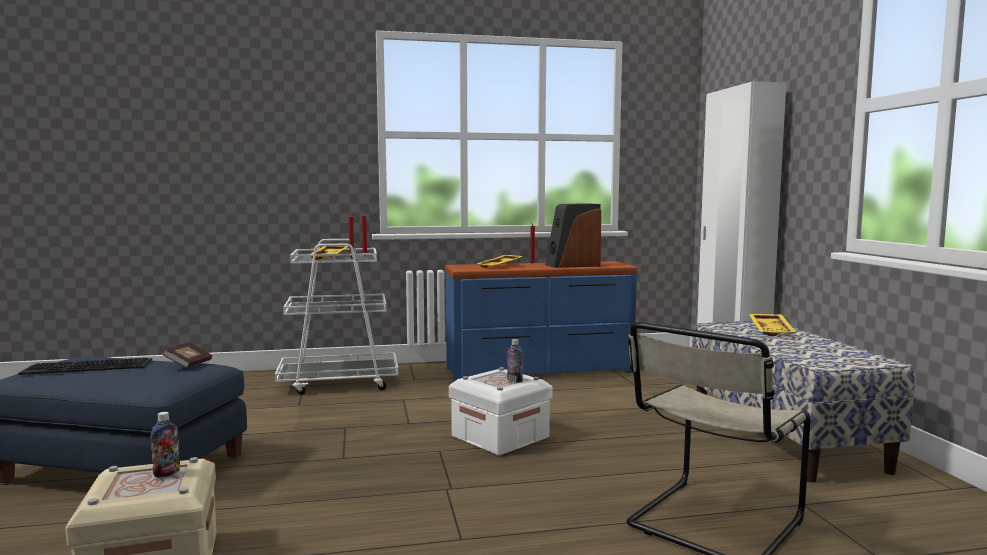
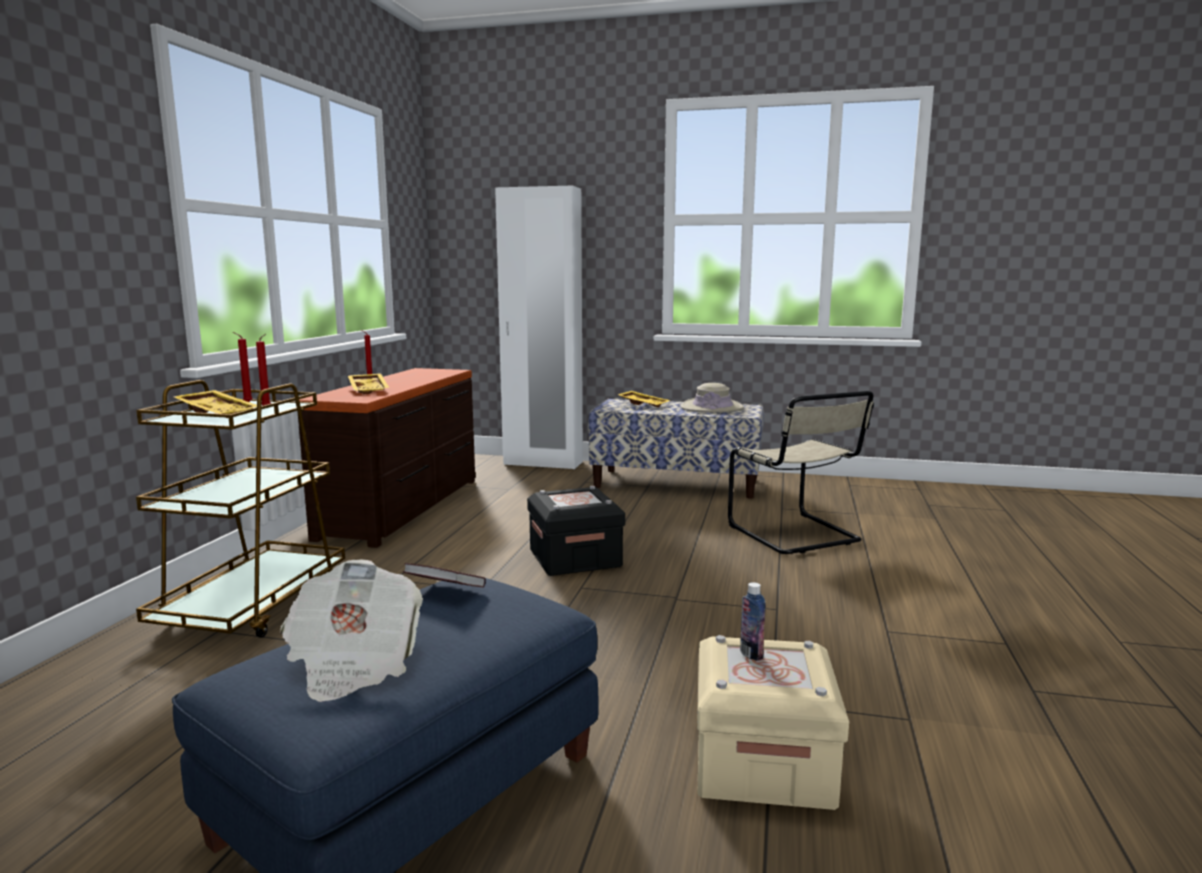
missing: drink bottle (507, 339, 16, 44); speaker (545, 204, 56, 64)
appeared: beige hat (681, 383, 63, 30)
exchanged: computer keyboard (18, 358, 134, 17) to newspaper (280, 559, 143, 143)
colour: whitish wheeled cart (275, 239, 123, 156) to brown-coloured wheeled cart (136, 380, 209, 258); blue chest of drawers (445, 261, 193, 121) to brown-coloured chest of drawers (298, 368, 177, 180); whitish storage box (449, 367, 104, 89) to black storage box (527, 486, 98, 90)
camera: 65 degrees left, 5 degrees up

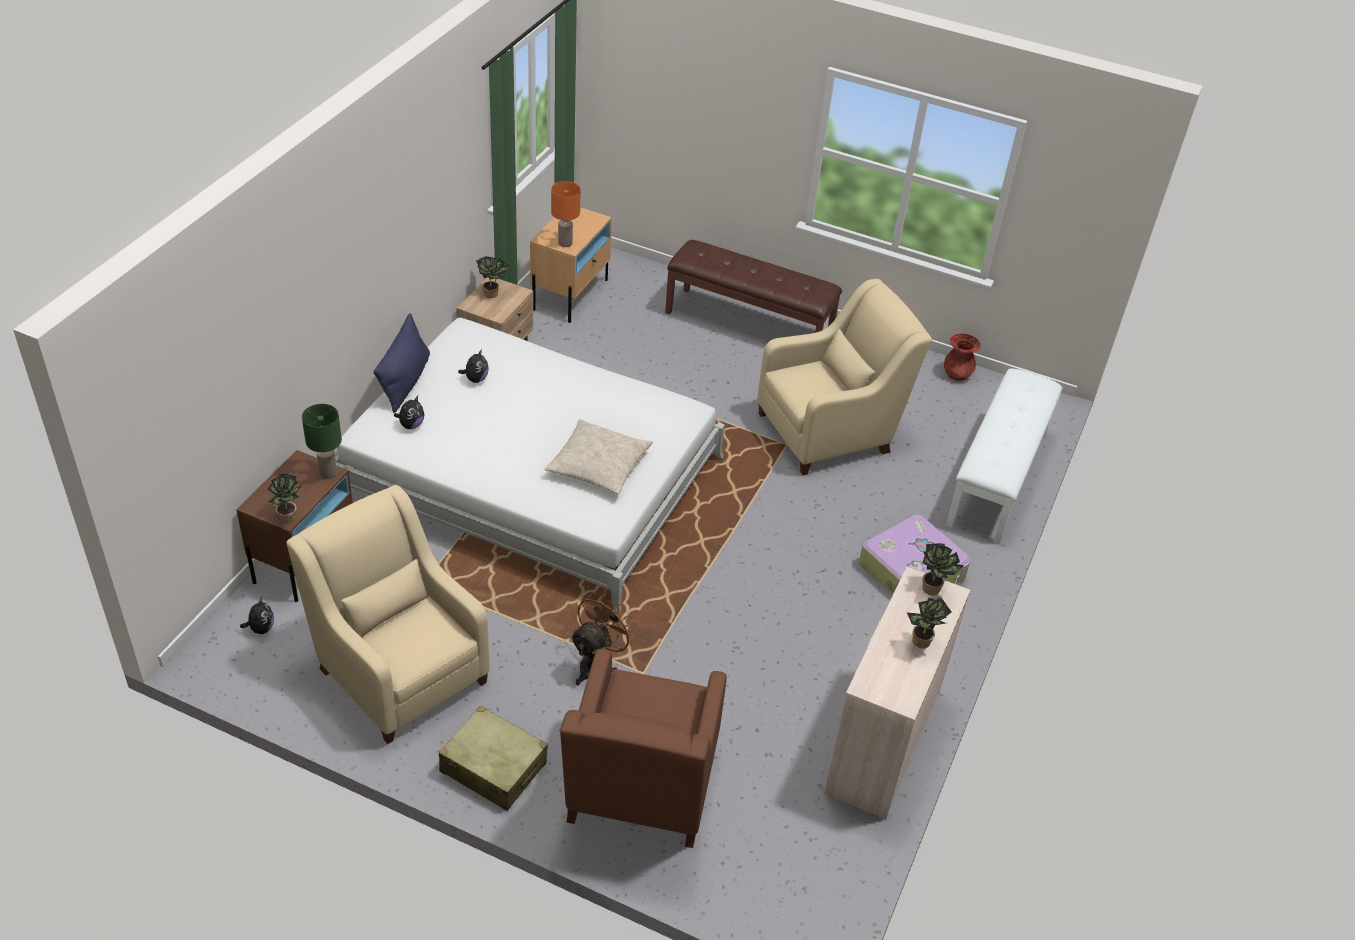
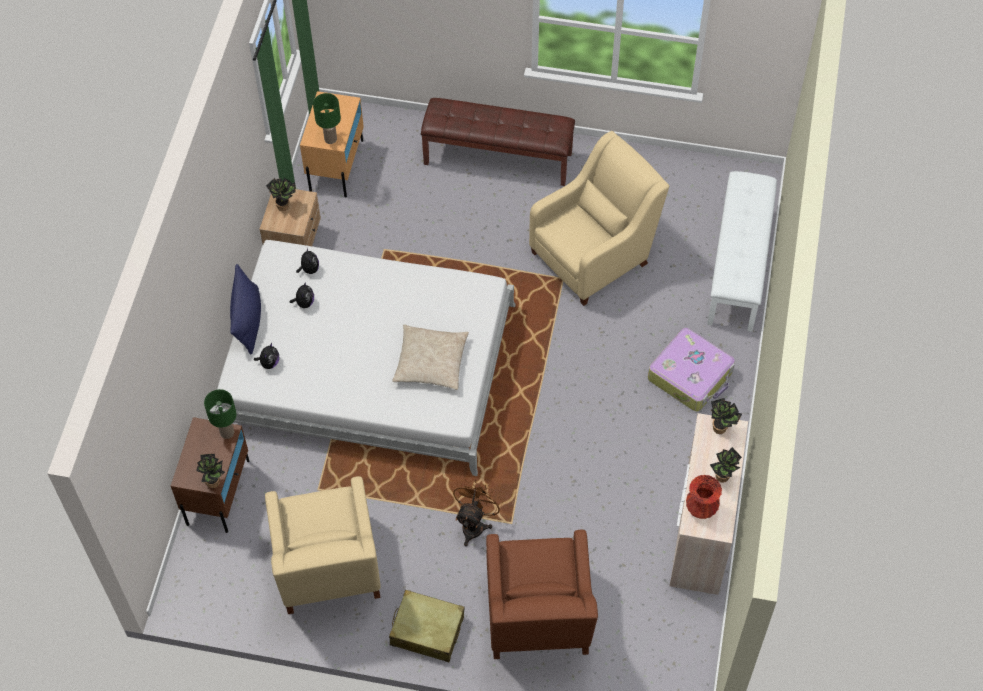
relocated: soft toy (240, 597, 34, 37) to (296, 247, 23, 27); reddish flower vase (944, 334, 37, 47) to (686, 475, 36, 44)
colour: orange lamp for a table (551, 181, 30, 66) to green lamp for a table (313, 93, 28, 51)
spun: beige lounge chair (287, 485, 203, 259) = (265, 476, 116, 138) 135 degrees counterclockwise
camera: 10 degrees left, 15 degrees up

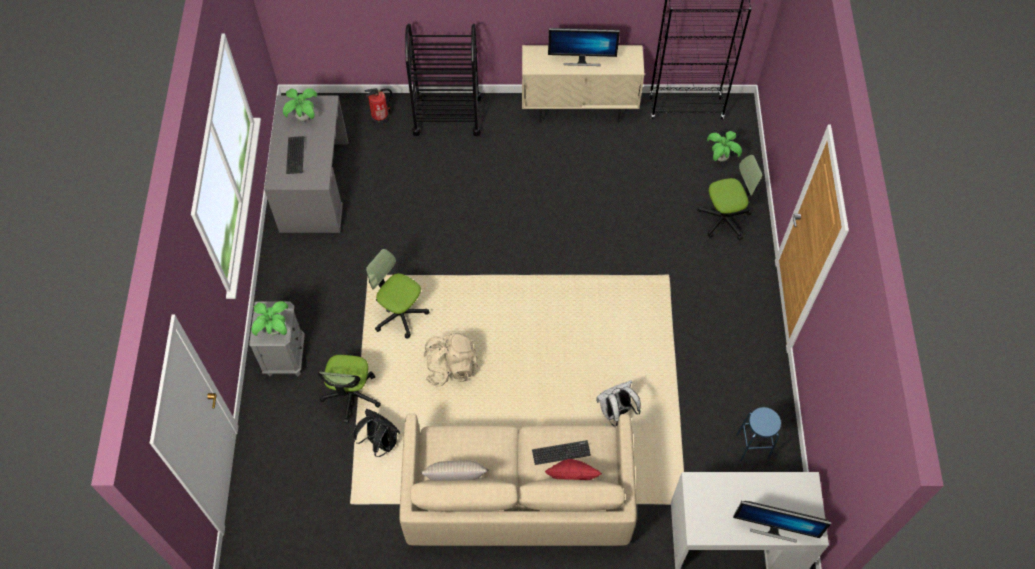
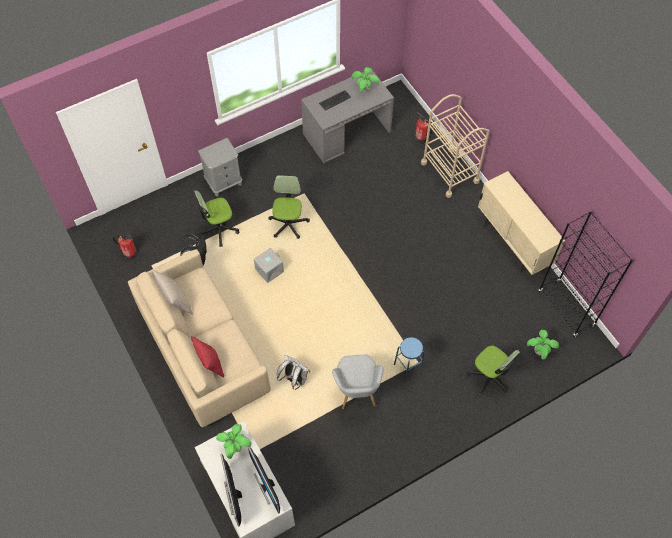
missing: computer keyboard (532, 440, 59, 25)
appeared: extinguisher (113, 234, 24, 26); grey lounge chair (332, 355, 52, 54)
relocated: houseplant (251, 301, 37, 35) to (216, 424, 36, 35); computer screen (548, 28, 72, 38) to (248, 446, 32, 68); blue stool seat (736, 407, 45, 54) to (394, 337, 31, 43)
exchanged: beige backpack (423, 333, 55, 54) to grey storage box (254, 248, 30, 35)
colour: black wheeled cart (405, 24, 76, 112) to beige wheeled cart (421, 94, 69, 104)
camera: 60 degrees right, 0 degrees up

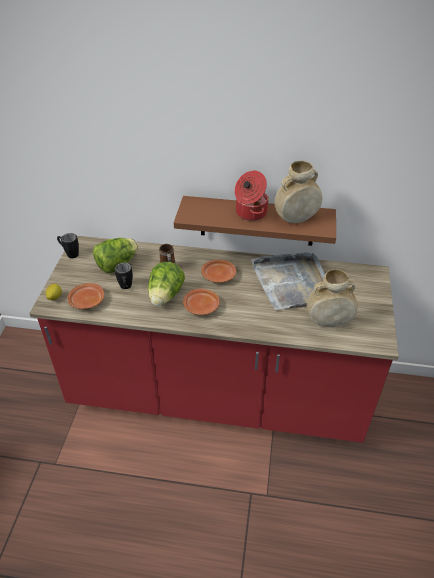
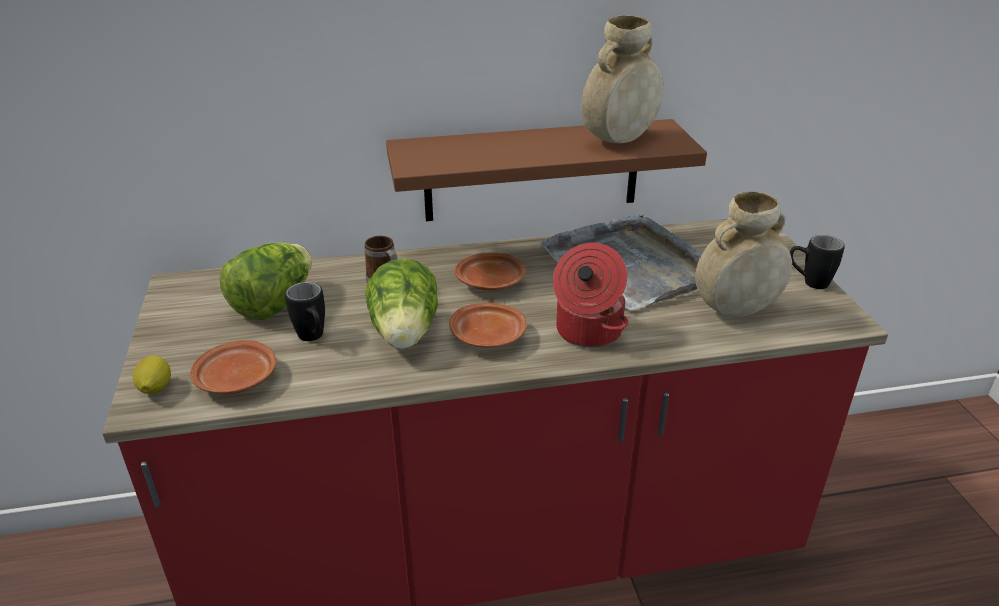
relocated: stockpot (235, 171, 34, 50) to (553, 243, 75, 105); black mug (57, 233, 22, 26) to (790, 235, 55, 54)
camera: 20 degrees left, 10 degrees down

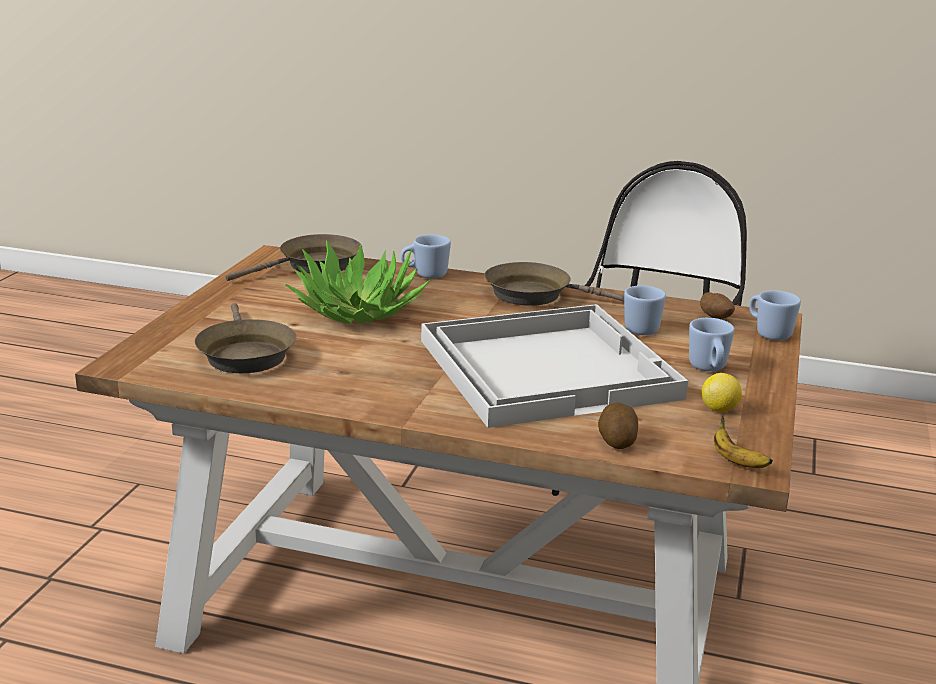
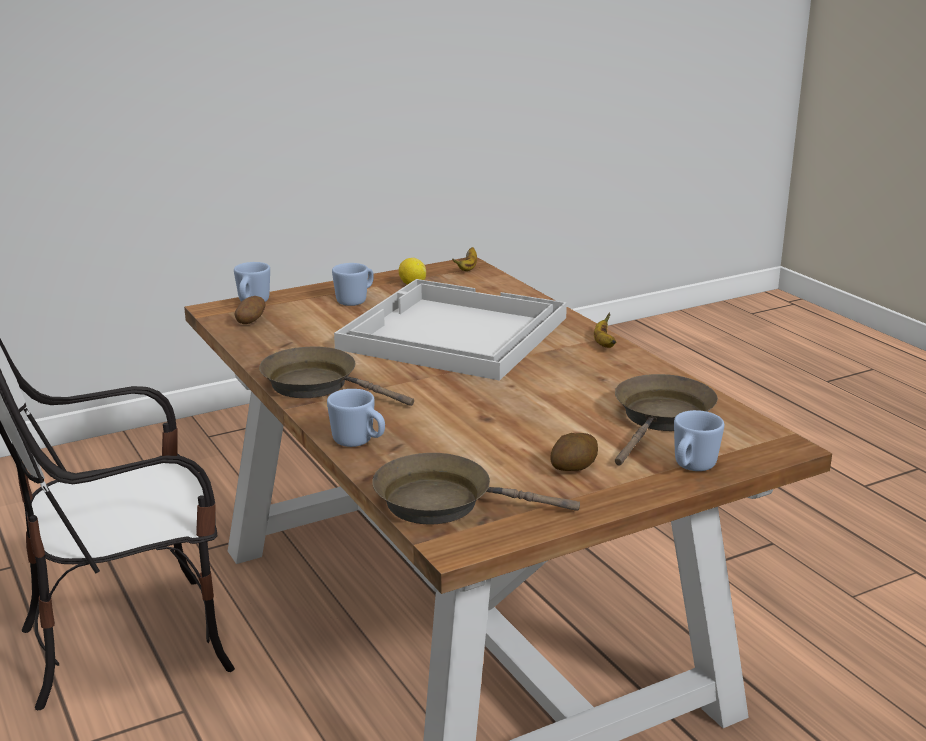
missing: houseplant (286, 241, 145, 83)
appeared: banana fruit (594, 313, 23, 35)
relocated: spud (598, 403, 40, 46) to (550, 433, 48, 38); blue mug (624, 285, 42, 50) to (674, 410, 50, 61)
spun: brown-coloured skillet (485, 262, 139, 44) = (259, 347, 155, 59) 150 degrees clockwise
camera: 135 degrees left, 0 degrees up

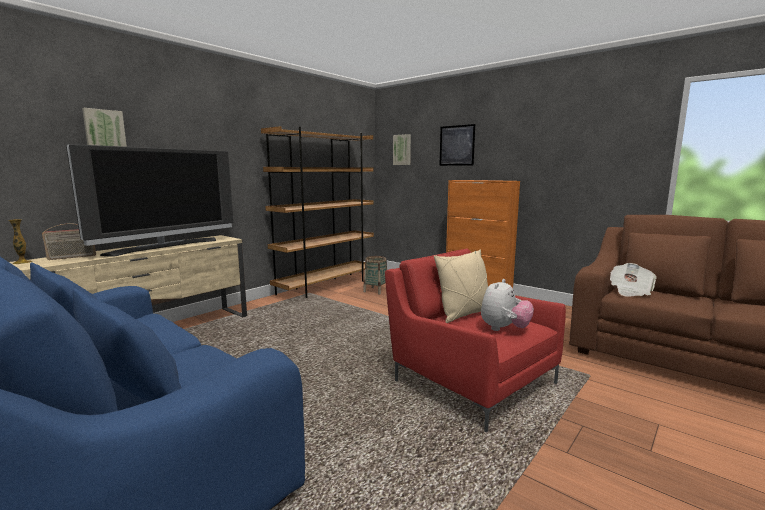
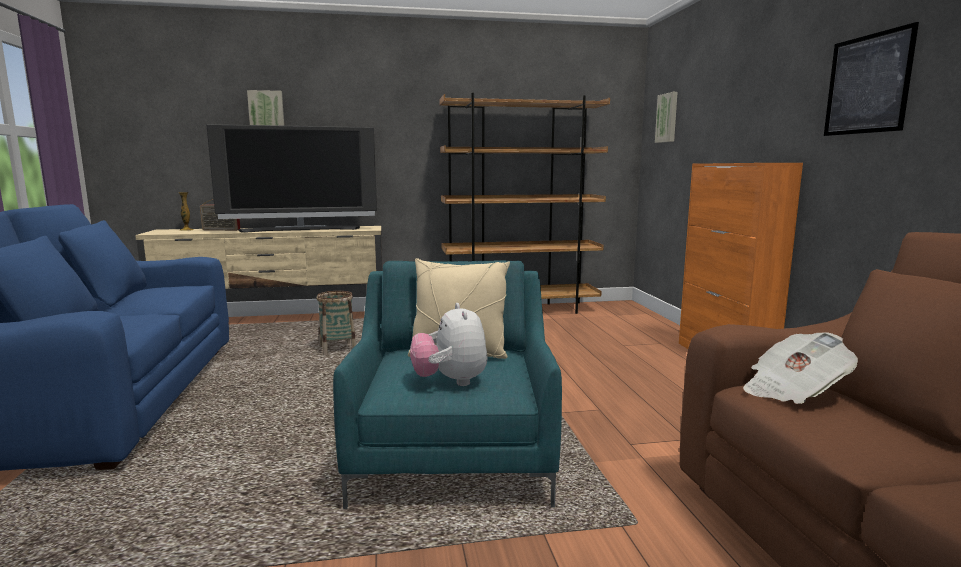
relocated: basket (363, 256, 24, 39) to (317, 291, 39, 64); wall picture (439, 124, 36, 42) to (824, 22, 95, 114)
colour: reddish lounge chair (385, 249, 181, 183) to turquoise lounge chair (333, 260, 229, 249)
spun: soft toy (481, 279, 53, 52) = (410, 303, 78, 83) 90 degrees clockwise
camera: 40 degrees right, 0 degrees up

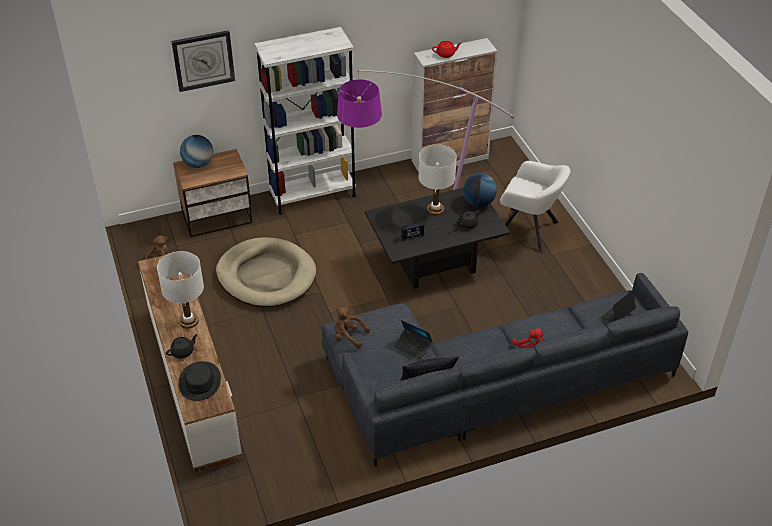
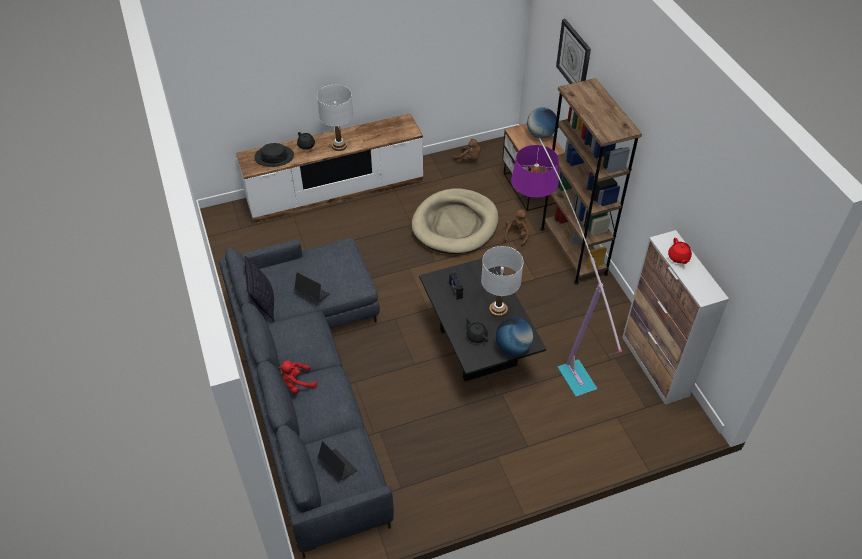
missing: whitish lounge chair (494, 161, 77, 92)
relocated: brown-coloured soft toy (335, 307, 35, 41) to (504, 209, 25, 38)
colour: whitish shelving unit (254, 27, 102, 188) to brown-coloured shelving unit (540, 78, 102, 206)
spun: laptop (394, 320, 39, 40) = (294, 272, 36, 30) 90 degrees clockwise
camera: 90 degrees right, 5 degrees up

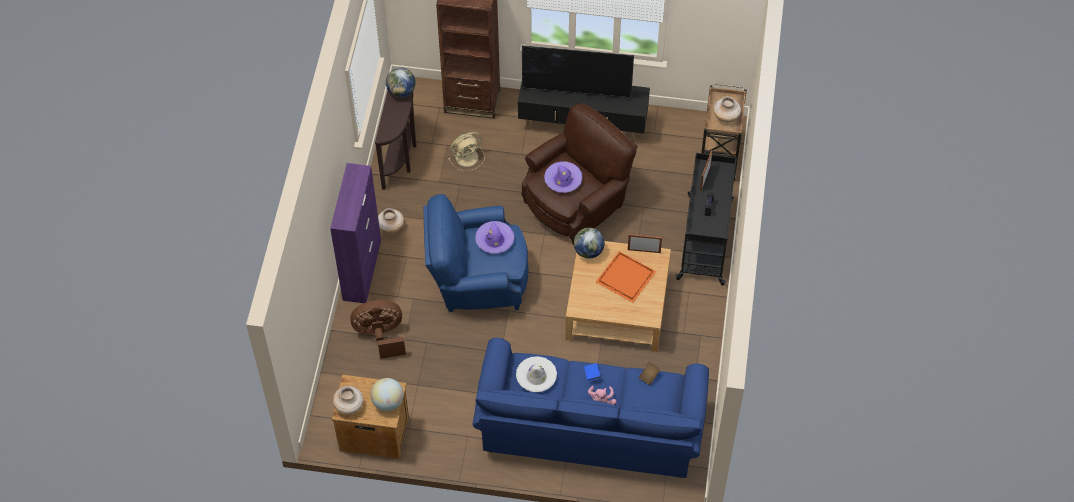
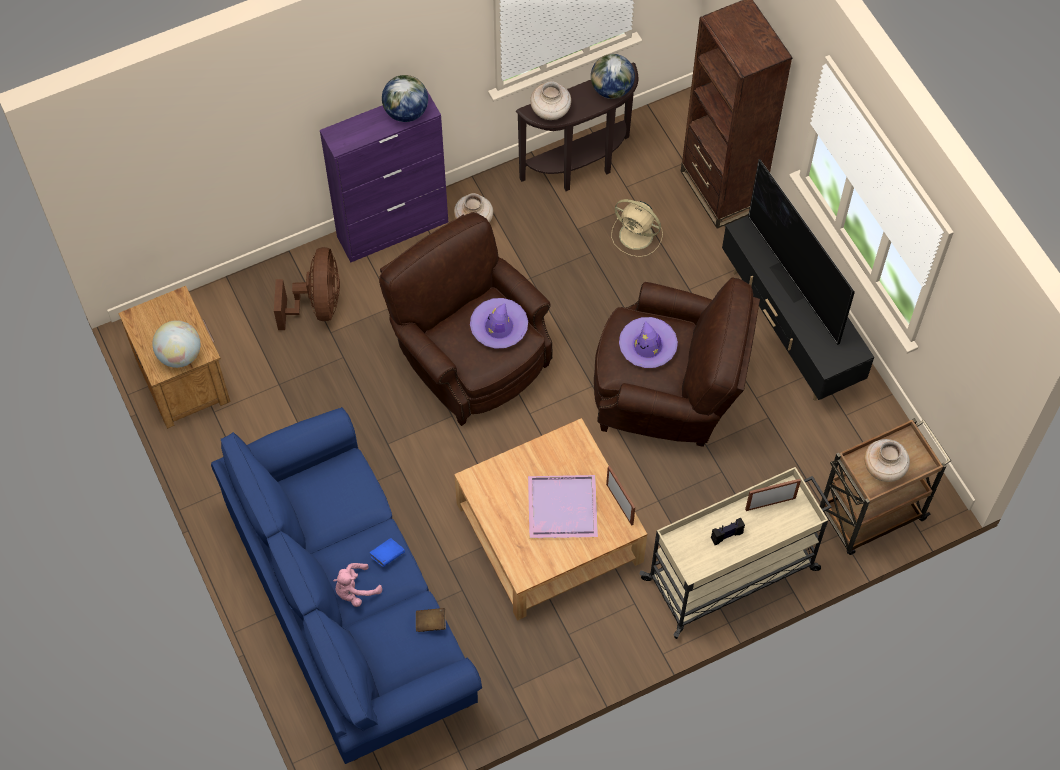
missing: whitish hat (516, 356, 41, 36)
relocated: world globe (574, 228, 31, 31) to (382, 75, 46, 47); beige flower vase (333, 386, 30, 29) to (530, 81, 41, 39)
colour: blue lounge chair (423, 194, 105, 118) to brown-coloured lounge chair (379, 212, 174, 214); orange tray (596, 251, 60, 52) to purple-coloured tray (528, 475, 70, 63); black wheeled cart (675, 150, 62, 136) to beige wheeled cart (639, 467, 193, 172)
spun: brown-coloured cooling fan (350, 300, 56, 59) = (274, 247, 66, 83) 45 degrees clockwise
camera: 55 degrees right, 5 degrees up

